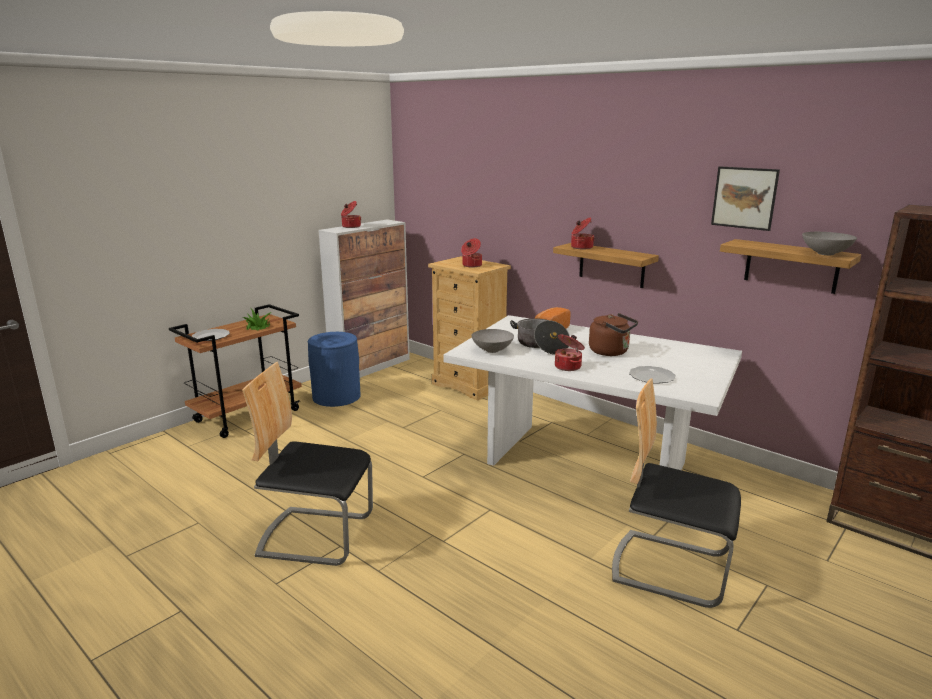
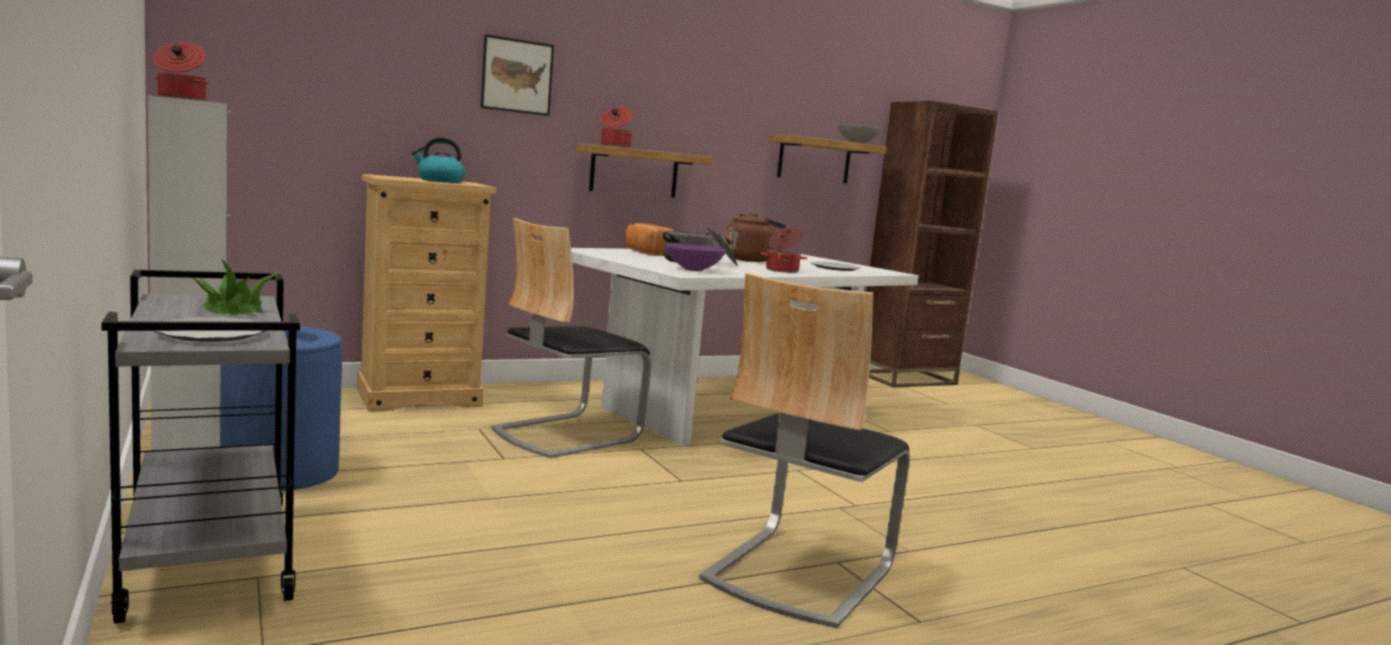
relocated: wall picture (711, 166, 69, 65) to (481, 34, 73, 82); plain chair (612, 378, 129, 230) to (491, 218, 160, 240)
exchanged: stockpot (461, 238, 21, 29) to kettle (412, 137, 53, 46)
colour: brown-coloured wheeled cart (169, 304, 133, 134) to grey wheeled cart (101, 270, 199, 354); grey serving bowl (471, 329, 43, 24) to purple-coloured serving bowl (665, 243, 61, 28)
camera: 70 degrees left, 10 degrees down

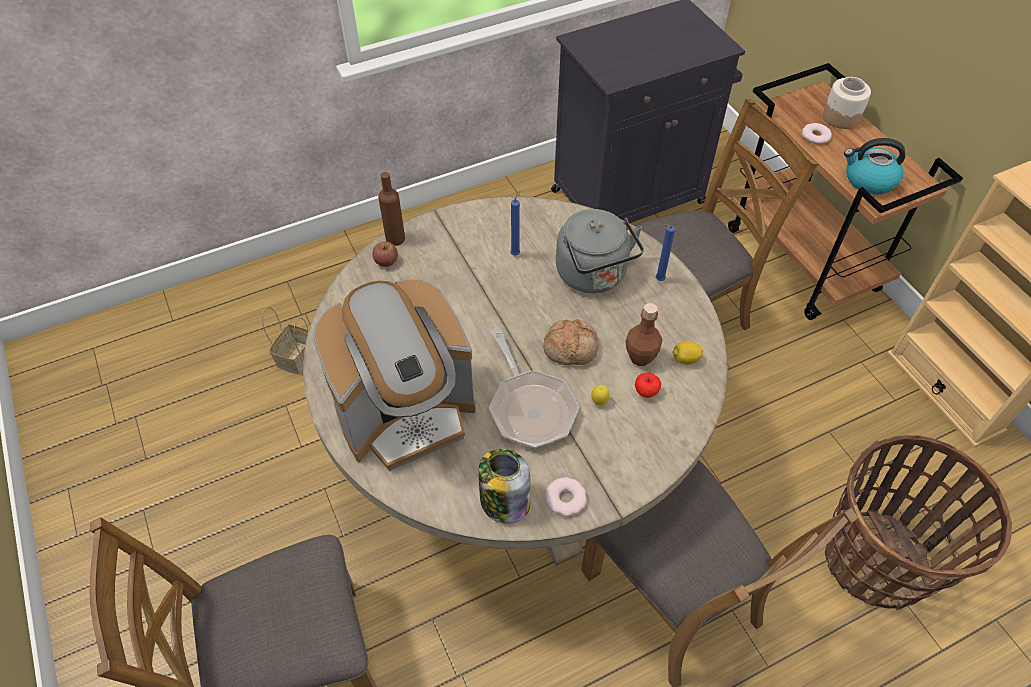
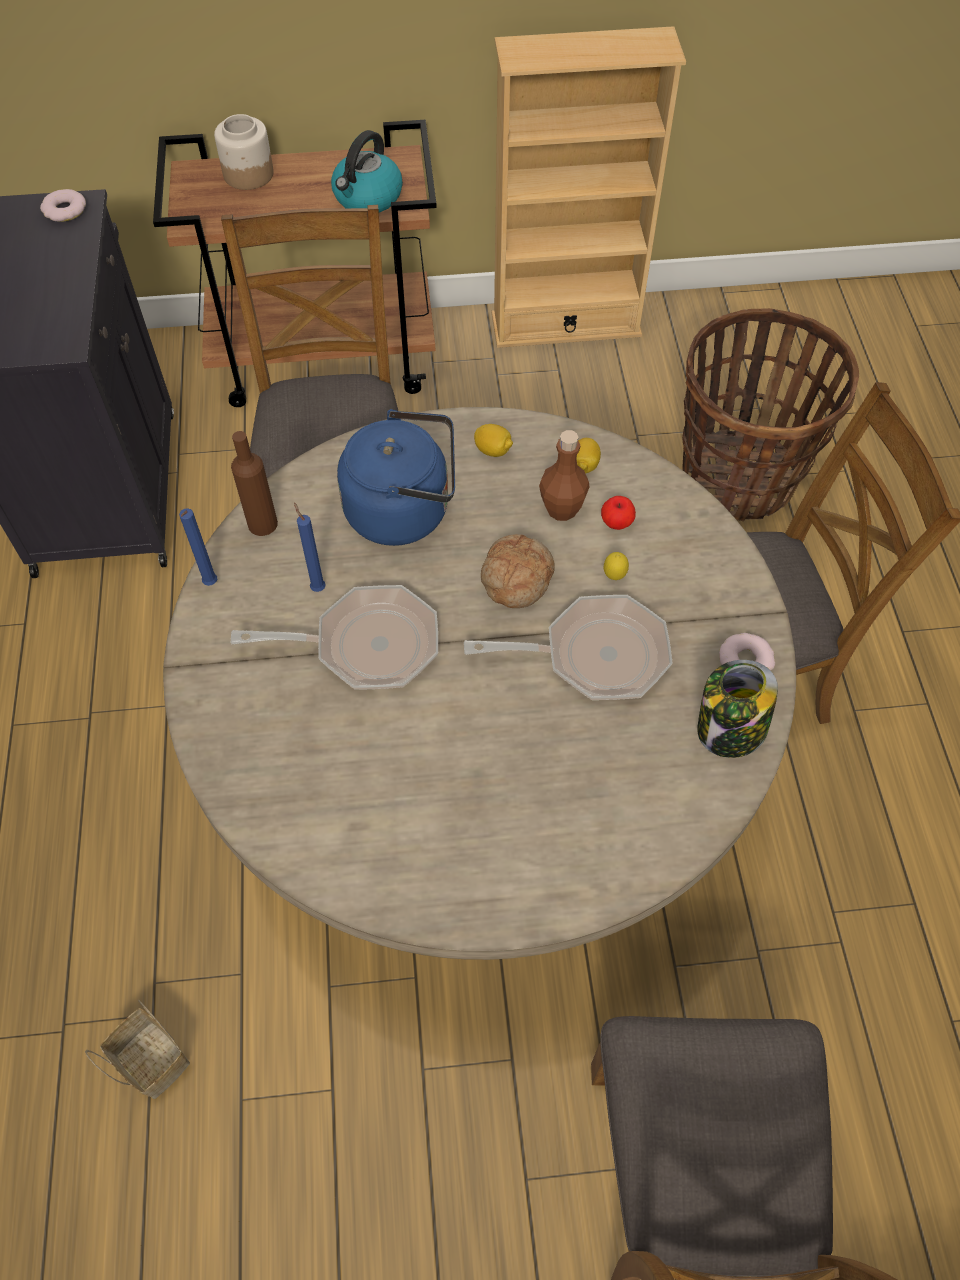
missing: coffee machine (313, 279, 163, 192); apple (372, 241, 26, 26)
appeared: skillet (231, 585, 207, 105); whole lemon (474, 424, 39, 33)
relocated: doughnut (802, 123, 30, 21) to (40, 189, 46, 33); blue candle (656, 224, 19, 57) to (179, 508, 38, 78); brown-coloured drink bottle (378, 172, 27, 74) to (231, 431, 47, 105)
colour: grey kettle (556, 209, 88, 84) to blue kettle (337, 409, 118, 137)
camera: 70 degrees left, 5 degrees up

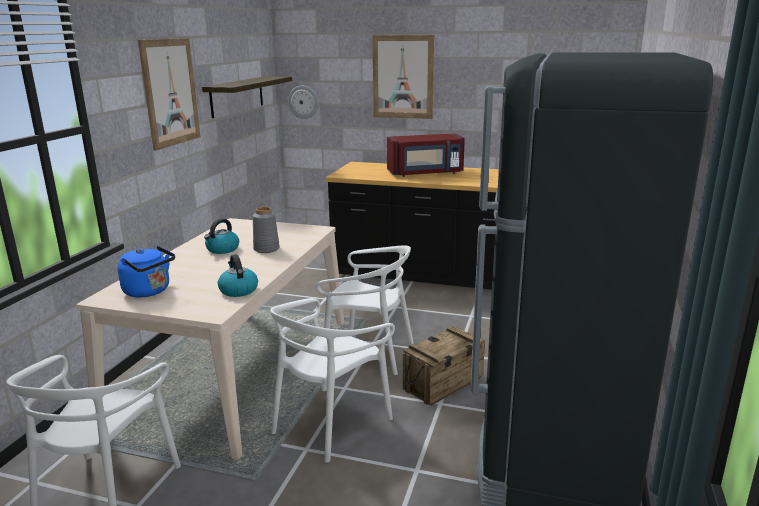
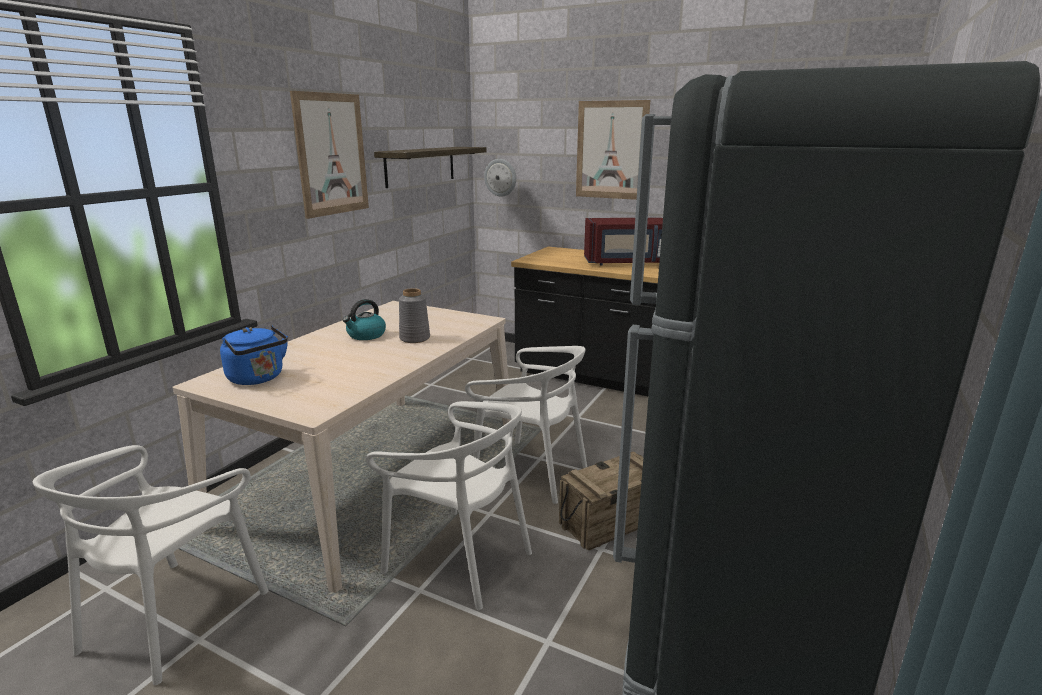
missing: kettle (218, 254, 40, 43)
spun: whitish plain chair (270, 298, 125, 165) = (366, 401, 166, 209) 105 degrees counterclockwise
camera: 10 degrees right, 0 degrees up

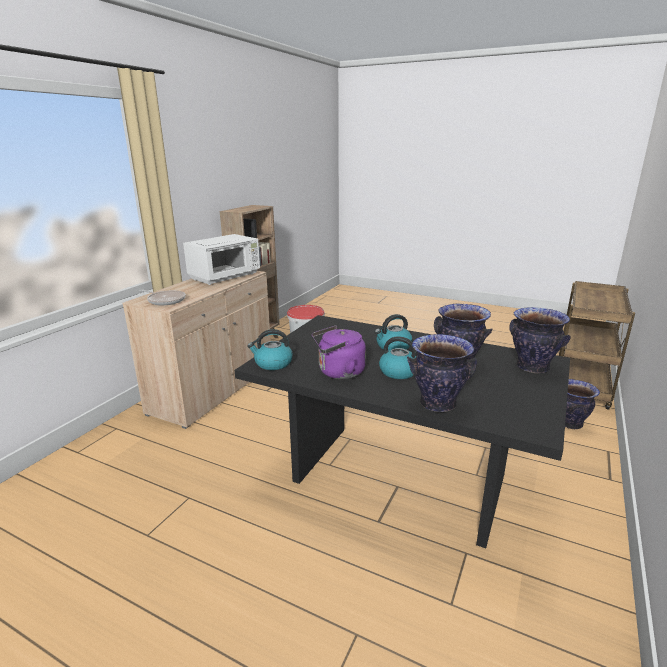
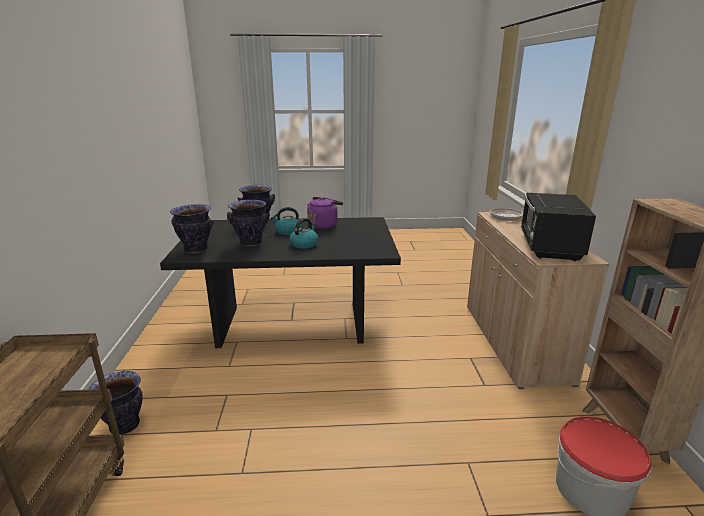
missing: kettle (247, 329, 46, 41)
colour: whitish kitchen microwave (183, 234, 77, 51) to black kitchen microwave (521, 193, 75, 68)
camera: 150 degrees right, 0 degrees up

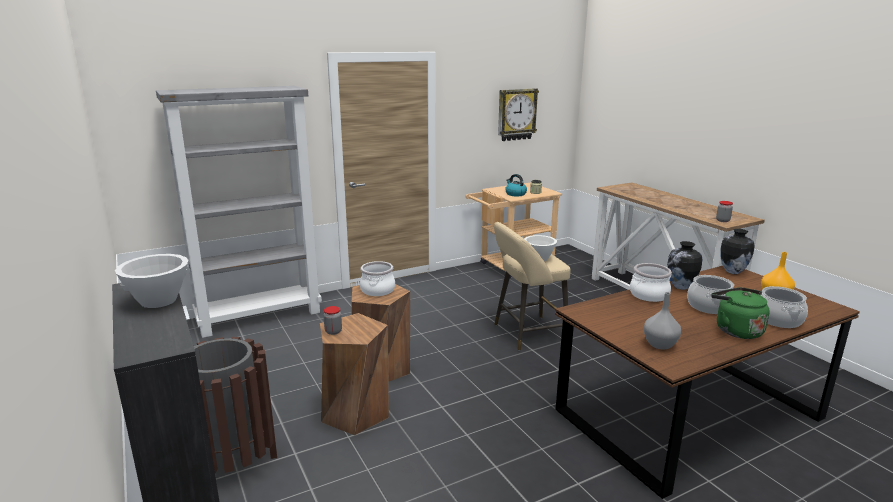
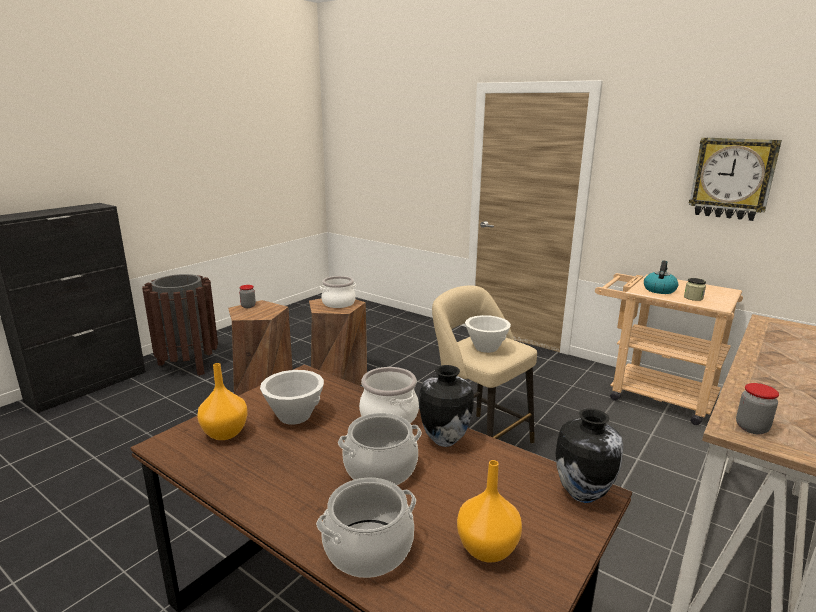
missing: grey shelving unit (156, 86, 166, 252); green kettle (711, 287, 59, 52)
relocated: whitish serving bowl (115, 254, 73, 54) to (260, 370, 64, 55)
colour: grey flower vase (644, 292, 37, 58) to orange flower vase (197, 363, 51, 77)
camera: 65 degrees right, 0 degrees up

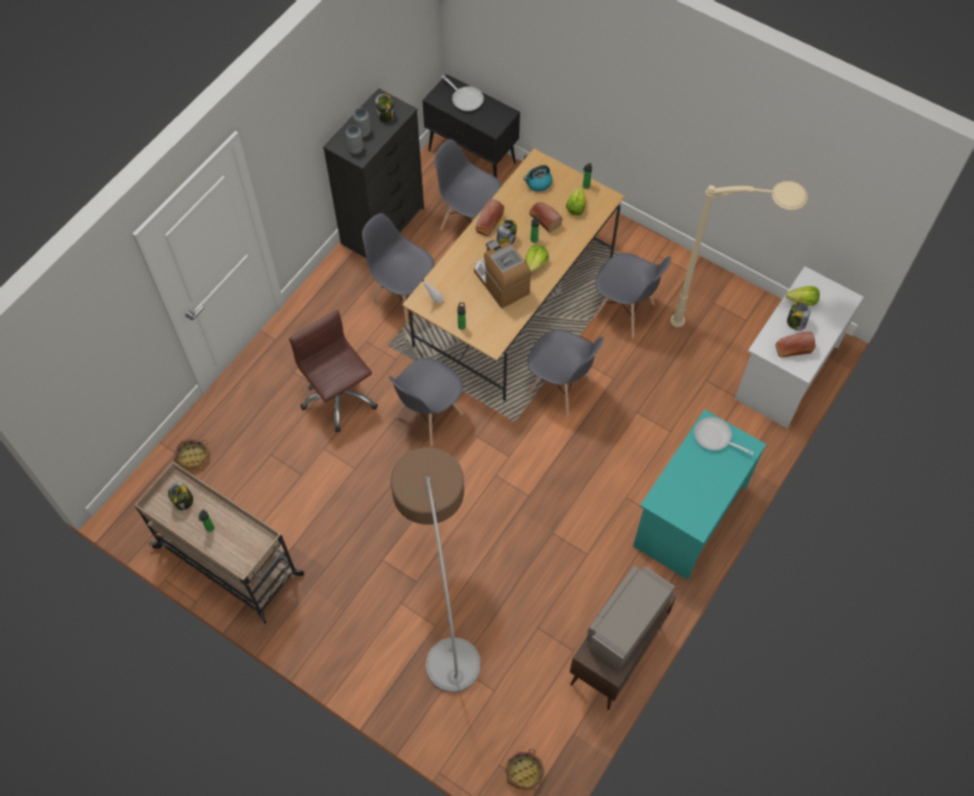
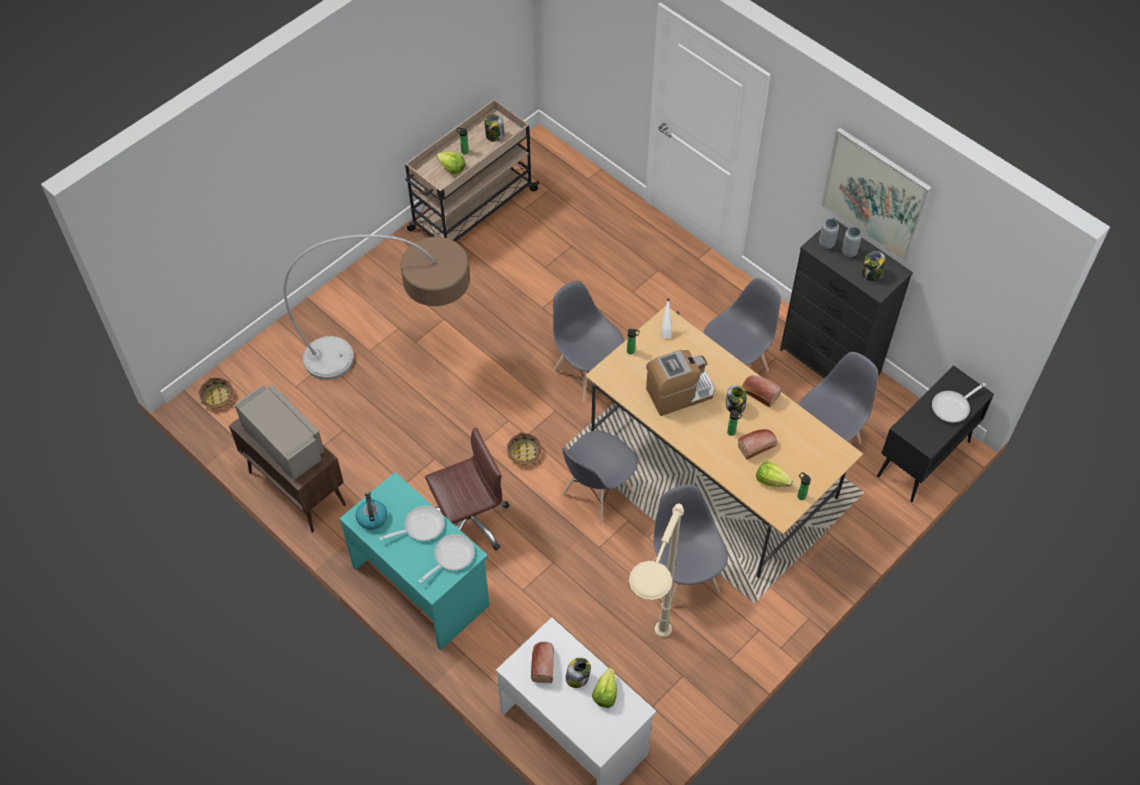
appeared: skillet (379, 506, 66, 35); wall picture (820, 128, 112, 135)
relocated: kettle (523, 165, 29, 27) to (356, 492, 31, 38); brown-coloured office chair (289, 310, 89, 122) to (425, 427, 84, 123); lettuce (525, 245, 24, 28) to (436, 152, 30, 22); basket (174, 439, 35, 31) to (507, 432, 35, 34)
spun: grey plain chair (593, 253, 78, 85) = (653, 485, 75, 123) 120 degrees clockwise
camera: 100 degrees right, 5 degrees down

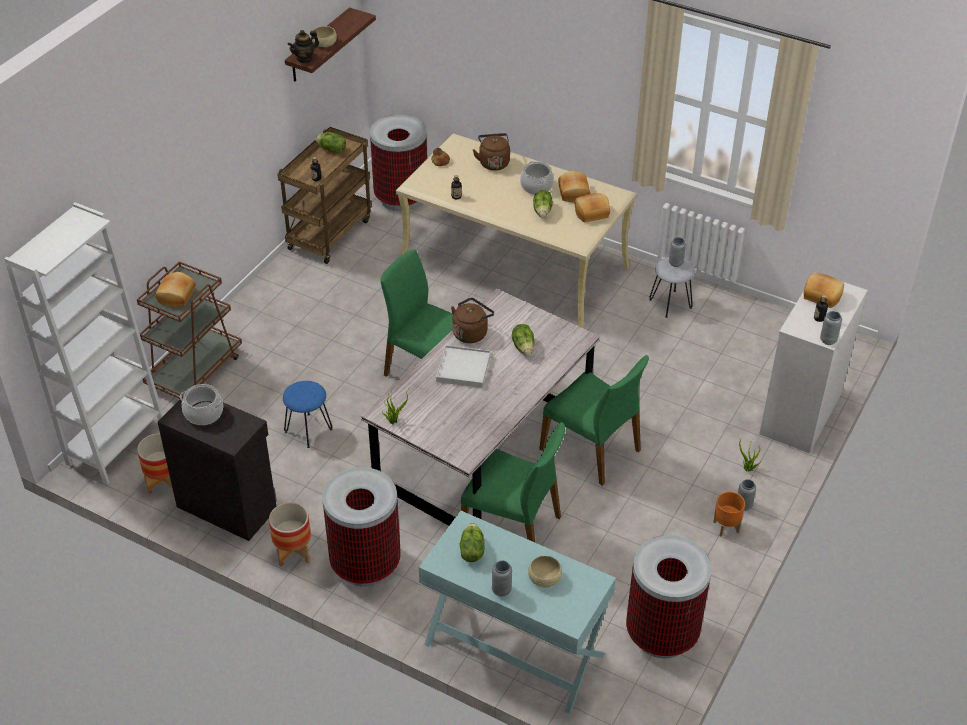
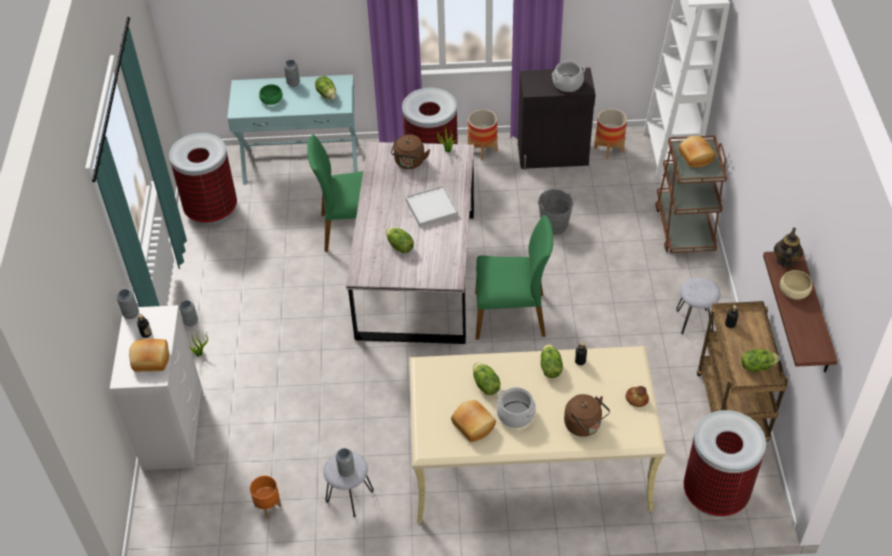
missing: green plain chair (539, 355, 110, 131); bread (574, 193, 36, 29)
appeared: lettuce (541, 344, 22, 34); grey stool seat (676, 277, 44, 57)
relocated: orange planter (713, 492, 32, 45) to (250, 476, 31, 42); brown-coloured kettle (451, 298, 43, 45) to (391, 134, 39, 35)
exchanged: blue stool seat (283, 381, 50, 67) to grey water bucket (538, 189, 36, 46)
colour: beige serving bowl (528, 555, 34, 33) to green serving bowl (259, 84, 24, 21)
camera: 150 degrees right, 5 degrees up

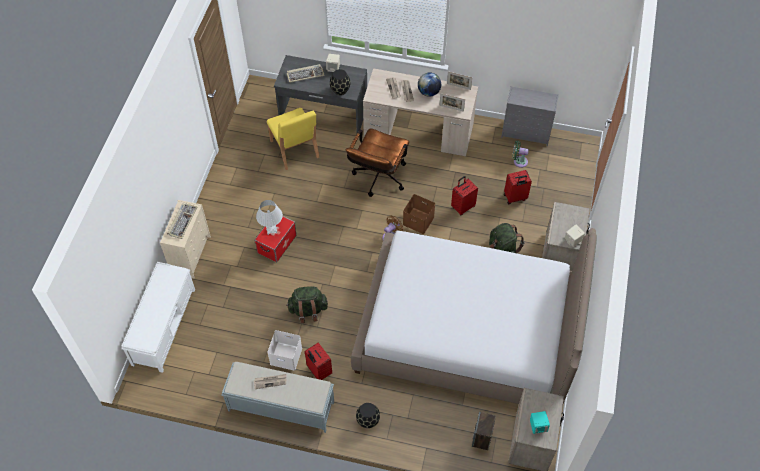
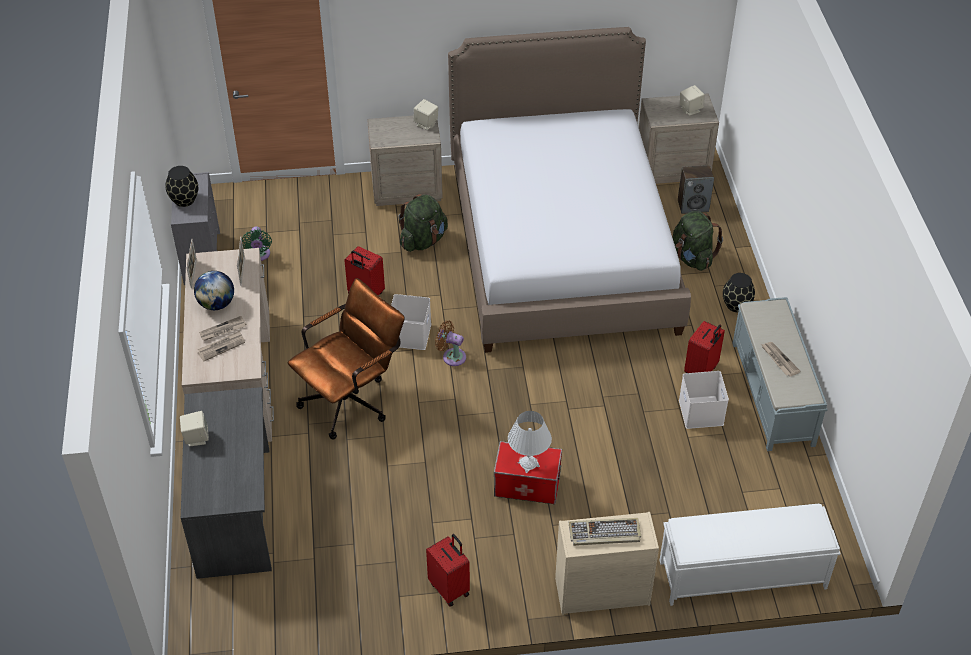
missing: yellow plain chair (267, 108, 52, 62); computer keyboard (287, 64, 38, 19)
relocated: black flower vase (330, 69, 20, 26) to (165, 166, 33, 41); reddish suitcase (504, 170, 28, 35) to (426, 534, 44, 73); green backpack (286, 286, 42, 37) to (672, 211, 51, 60)
colour: brown-coloured storage box (403, 194, 32, 40) to whitish storage box (391, 294, 40, 56); turquoise speaker (530, 411, 20, 23) to beige speaker (680, 85, 25, 31)
spun: brown-coloured office chair (346, 128, 63, 69) = (288, 278, 117, 162) 45 degrees counterclockwise
camera: 110 degrees left, 10 degrees down

